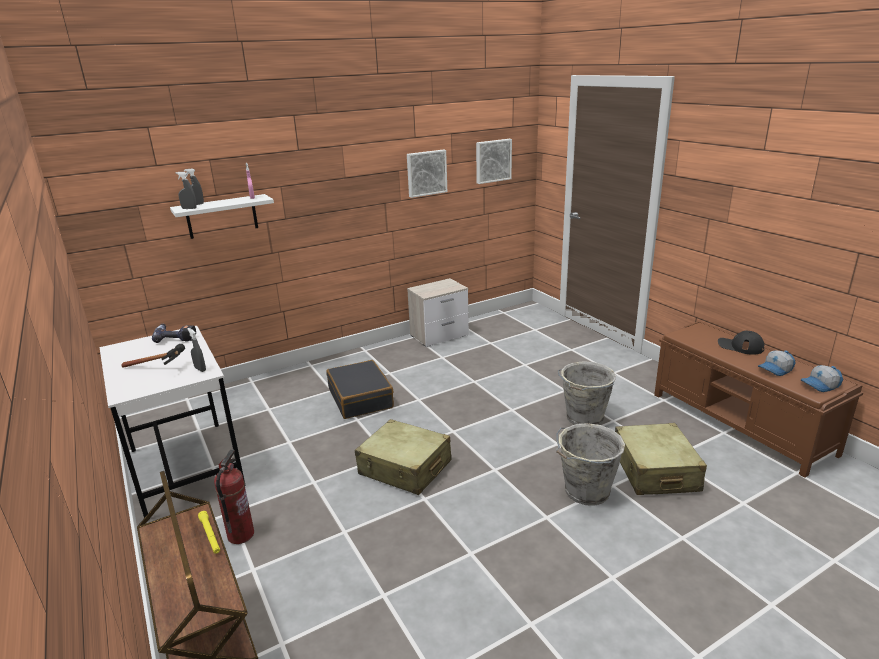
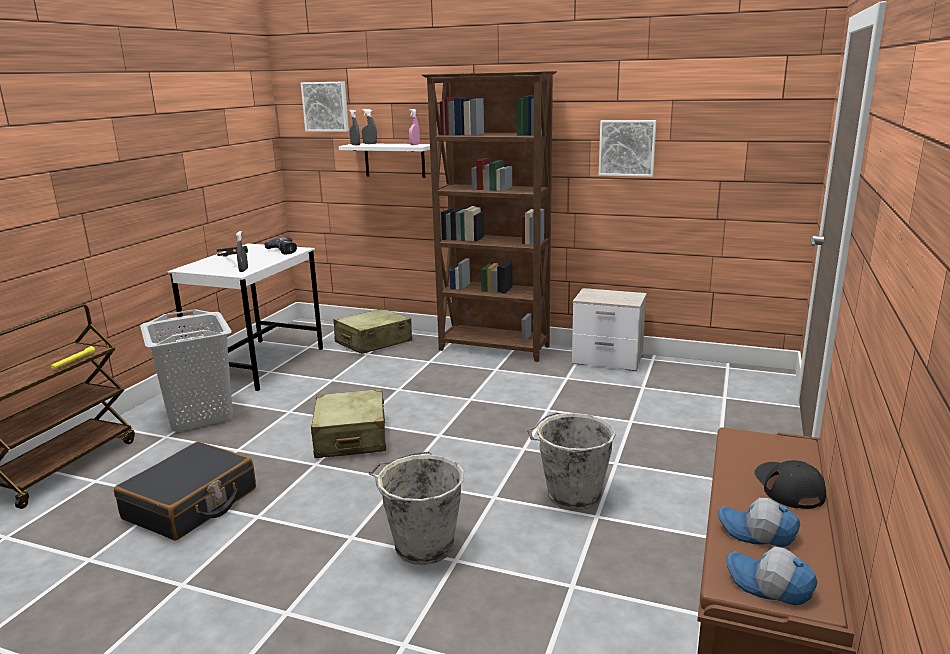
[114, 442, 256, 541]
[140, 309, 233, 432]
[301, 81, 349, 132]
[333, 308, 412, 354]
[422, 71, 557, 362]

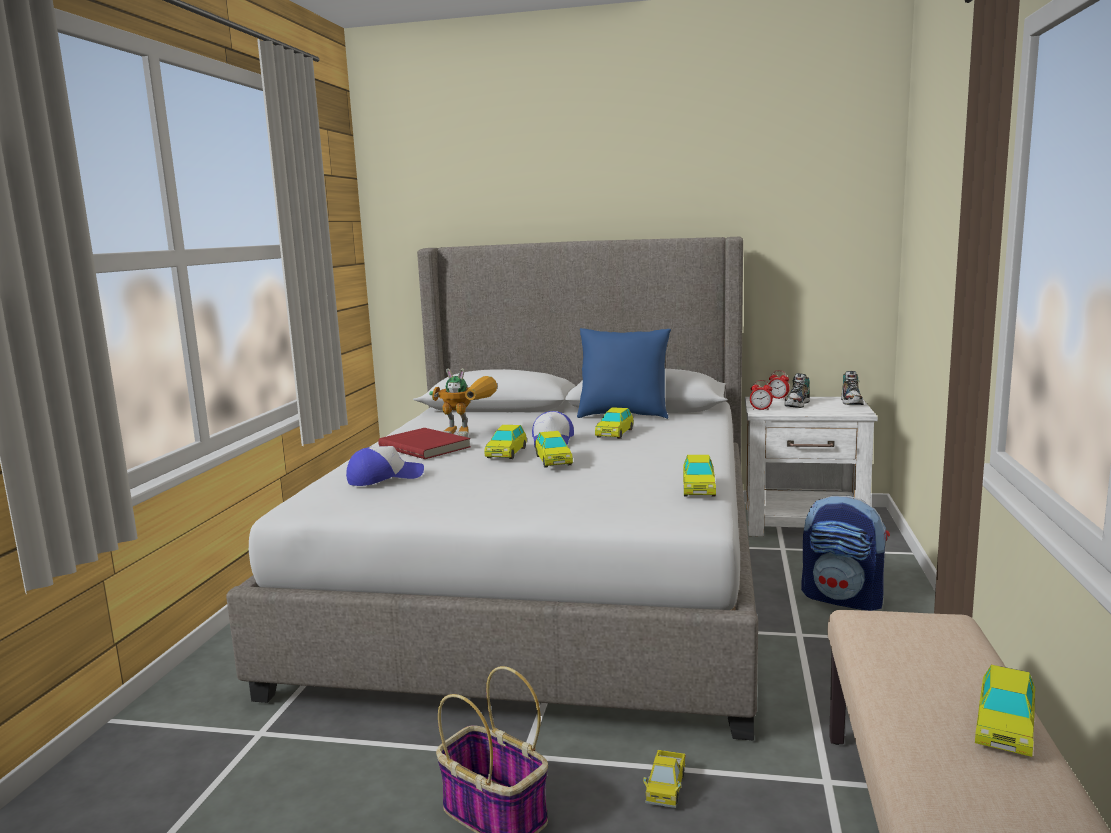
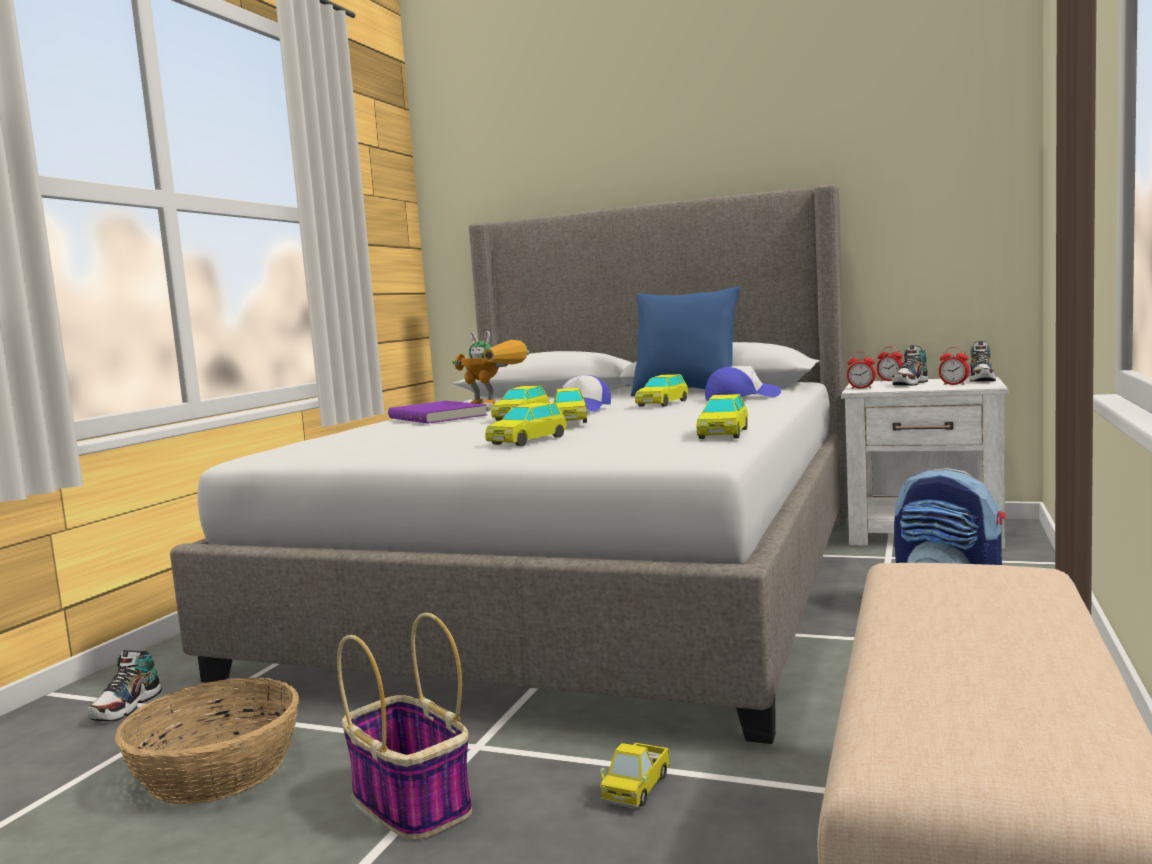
[88, 650, 162, 721]
[115, 678, 299, 804]
[388, 401, 487, 424]
[485, 403, 567, 446]
[705, 366, 781, 401]
[939, 347, 969, 385]

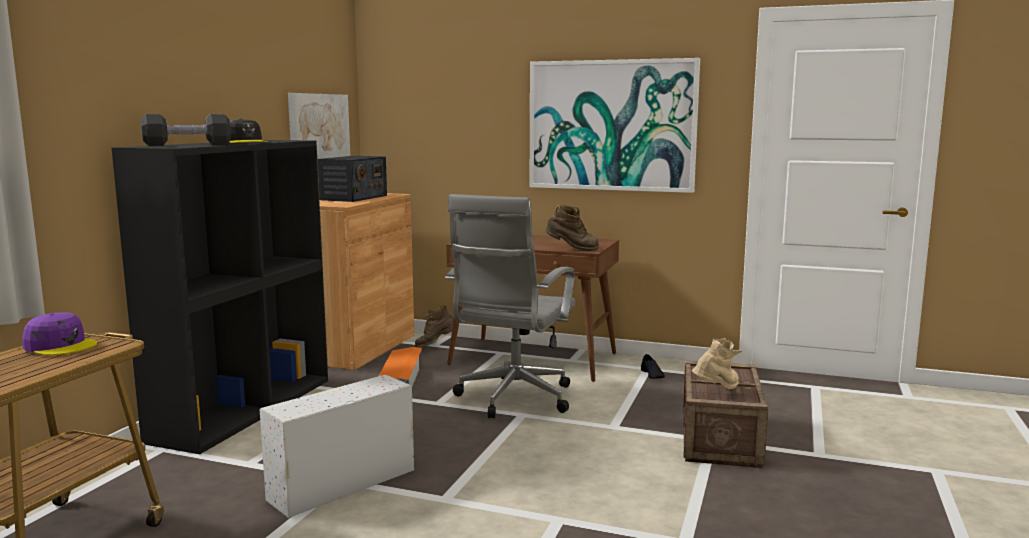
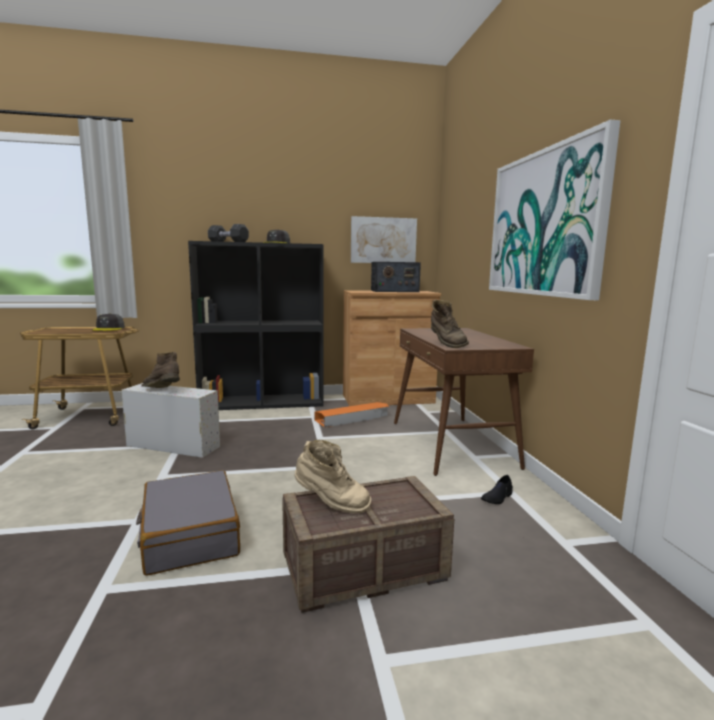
[92, 313, 125, 331]
[136, 470, 240, 576]
[141, 352, 180, 388]
[445, 194, 575, 418] (first image)

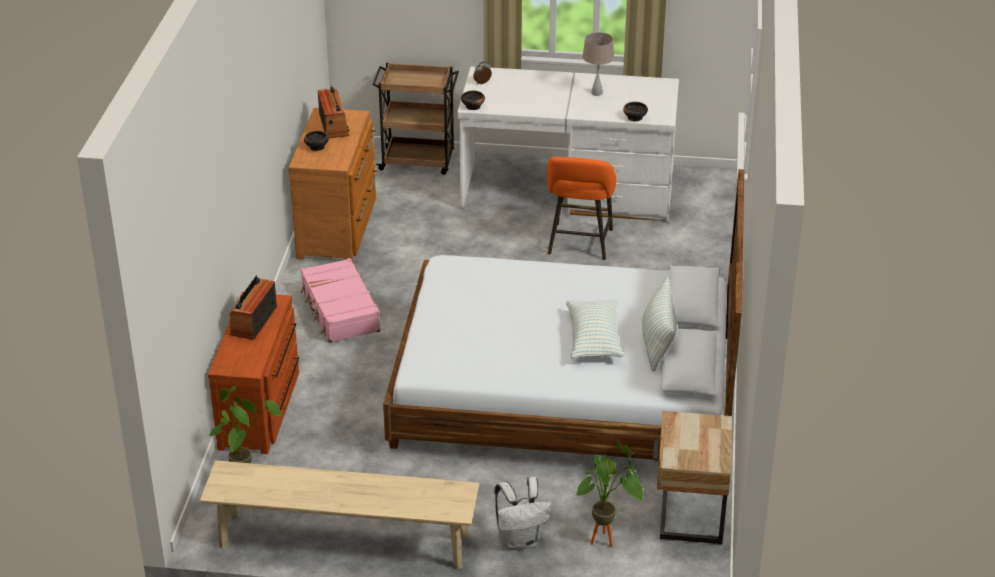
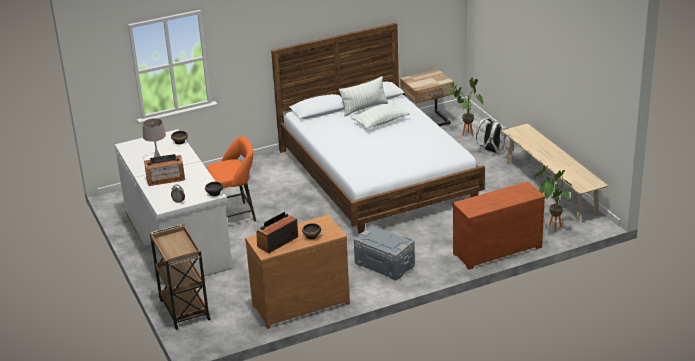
[144, 154, 185, 186]
[354, 225, 415, 280]

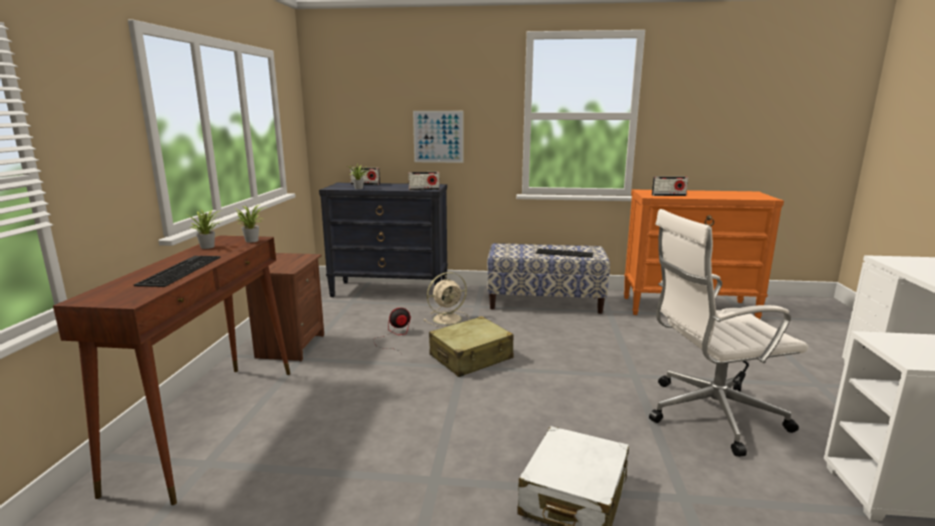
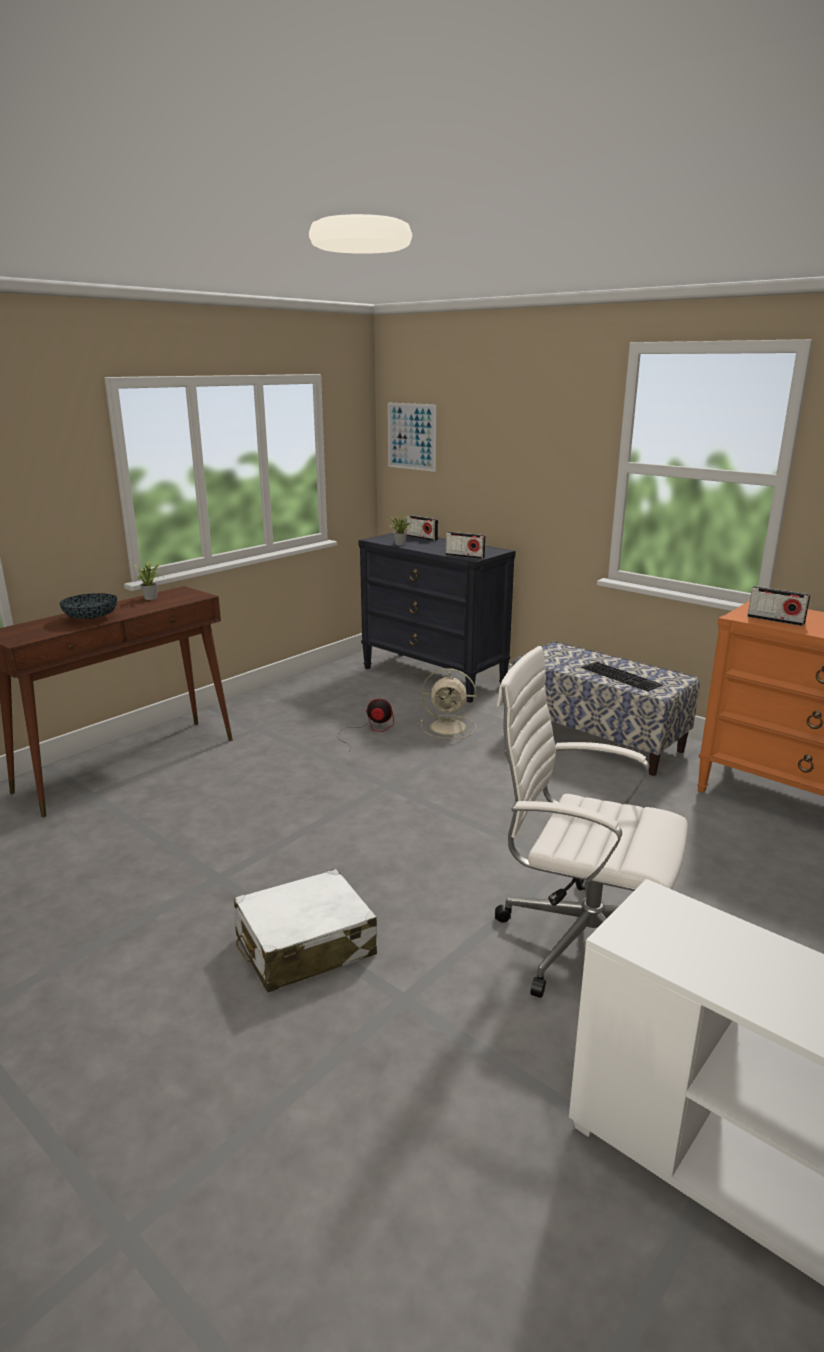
[59, 593, 117, 619]
[388, 403, 437, 472]
[235, 205, 266, 243] (first image)
[246, 253, 324, 361] (first image)
[429, 316, 514, 377] (first image)

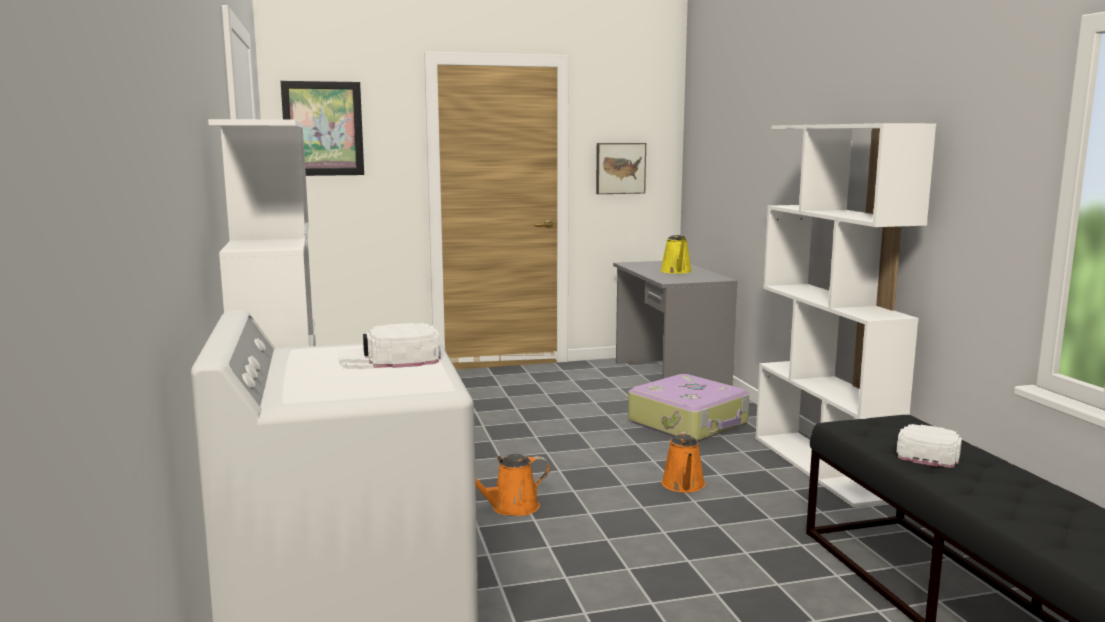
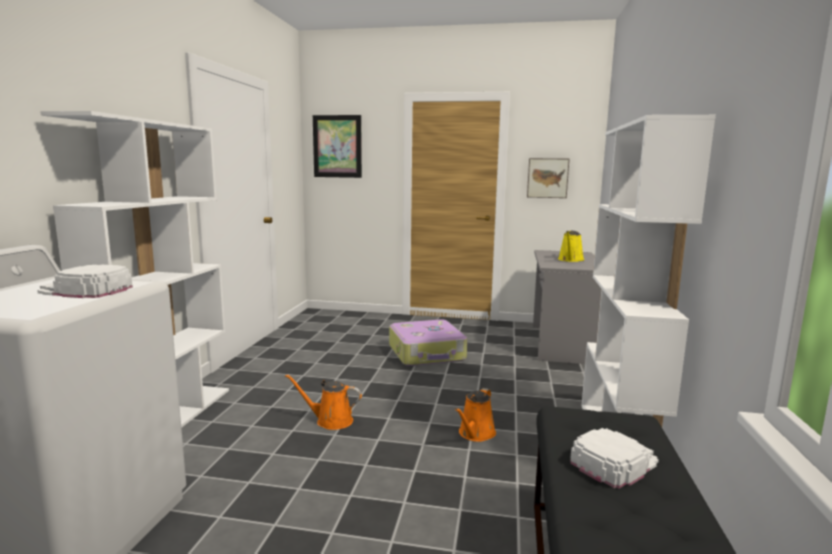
[389, 320, 467, 366]

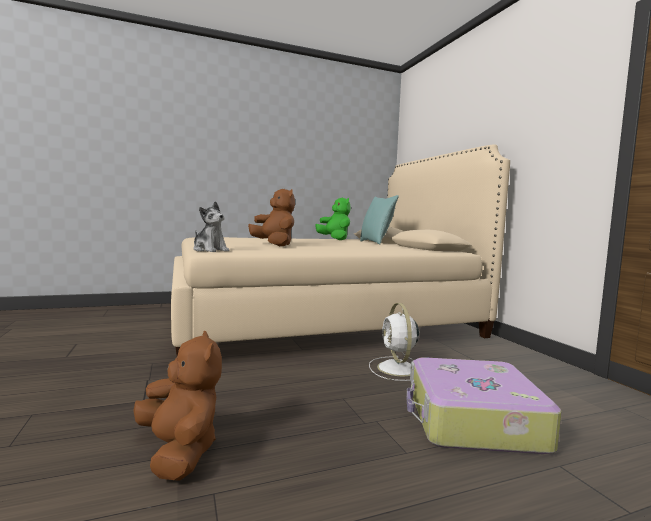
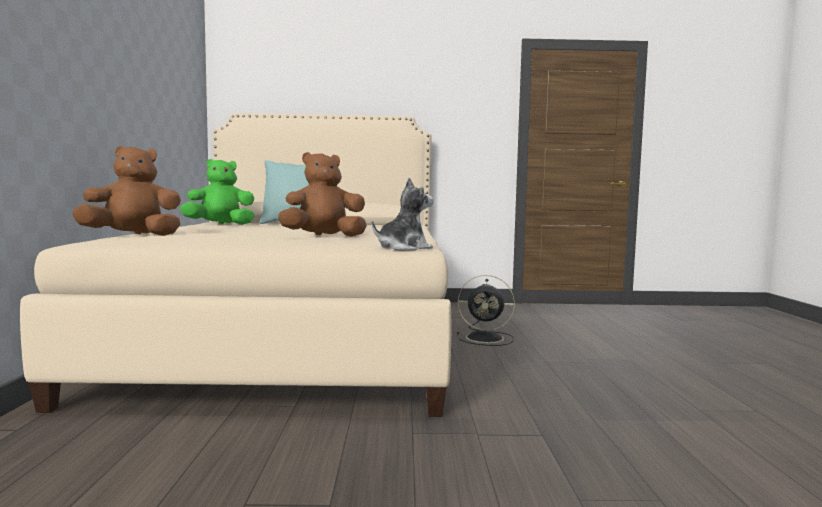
[72, 146, 181, 236]
[457, 275, 515, 346]
[406, 357, 562, 454] (first image)

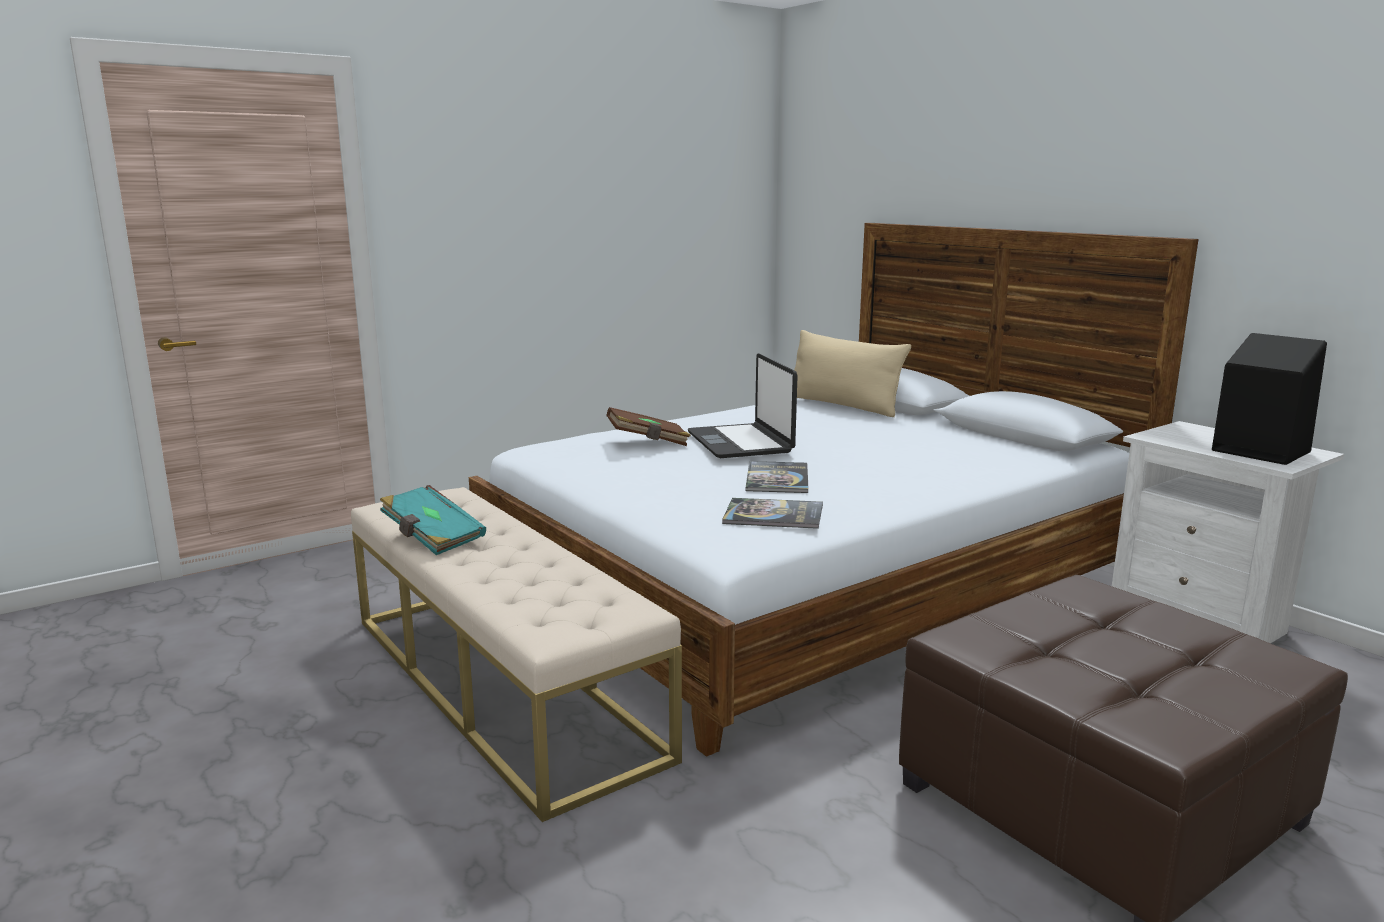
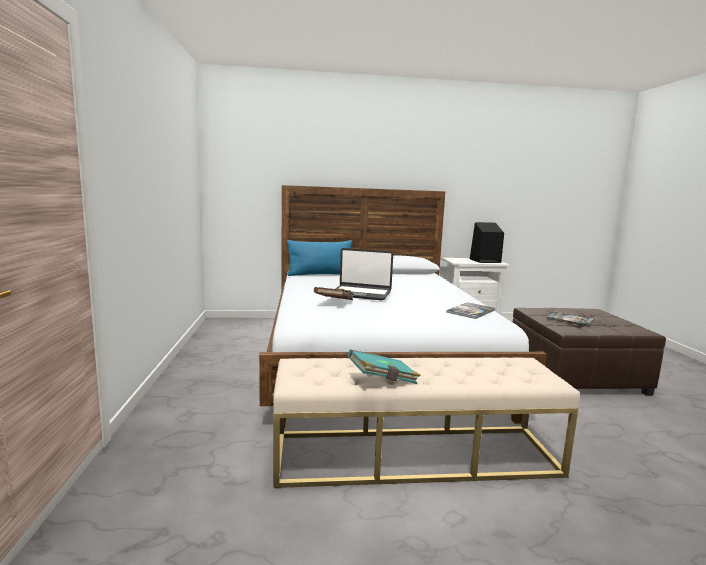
[287, 240, 352, 276]
[546, 311, 594, 327]

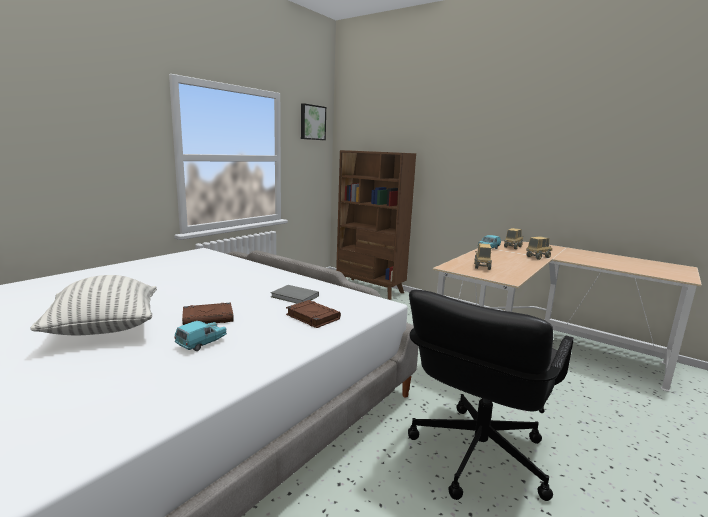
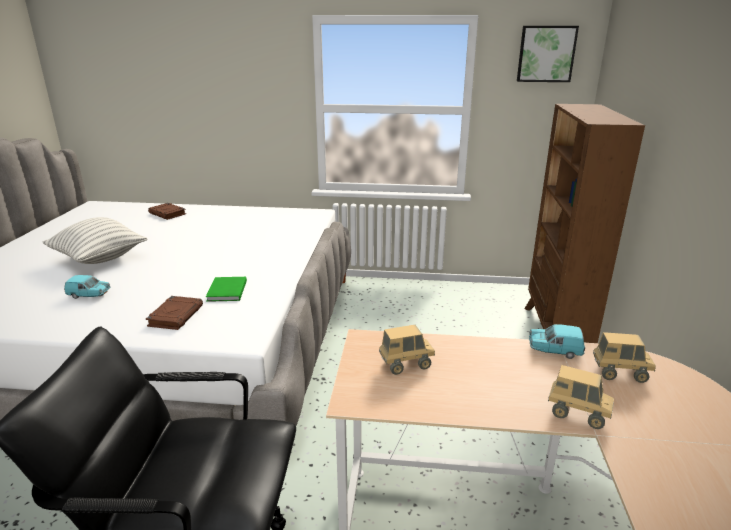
[148, 203, 186, 220]
[206, 277, 247, 302]

